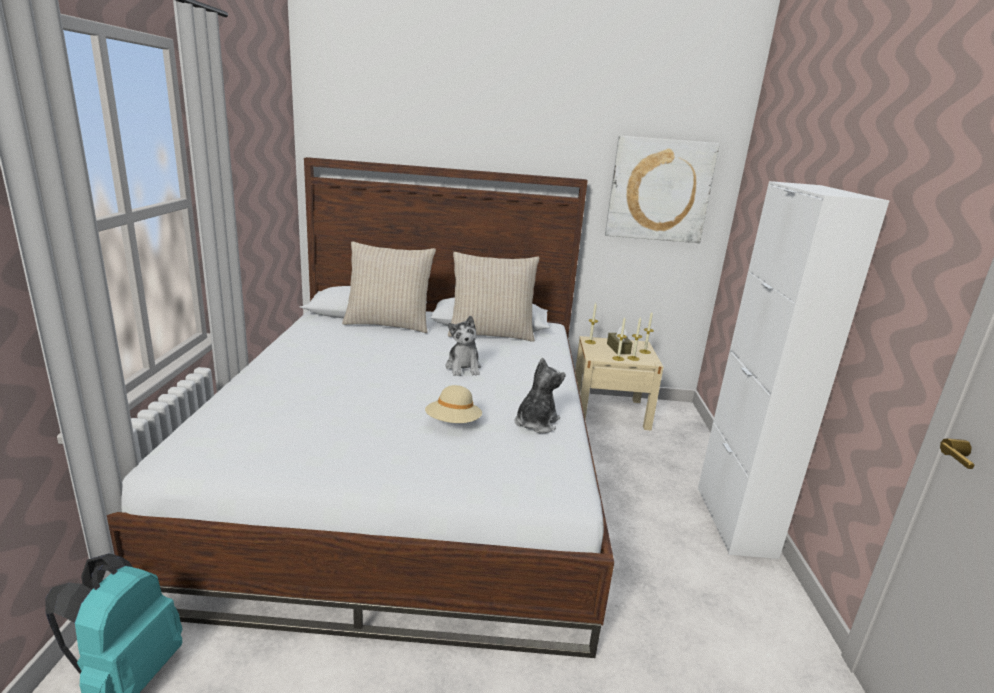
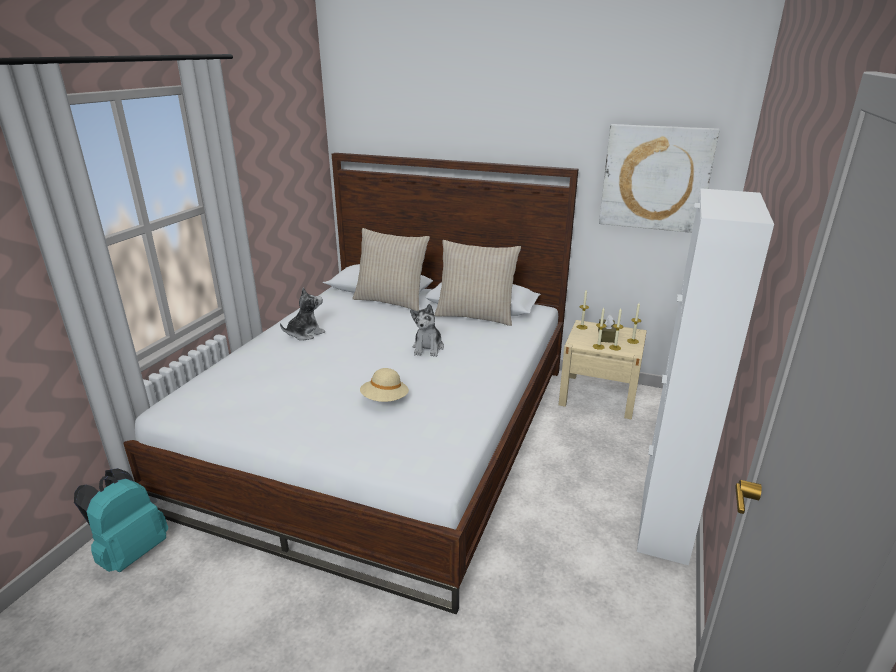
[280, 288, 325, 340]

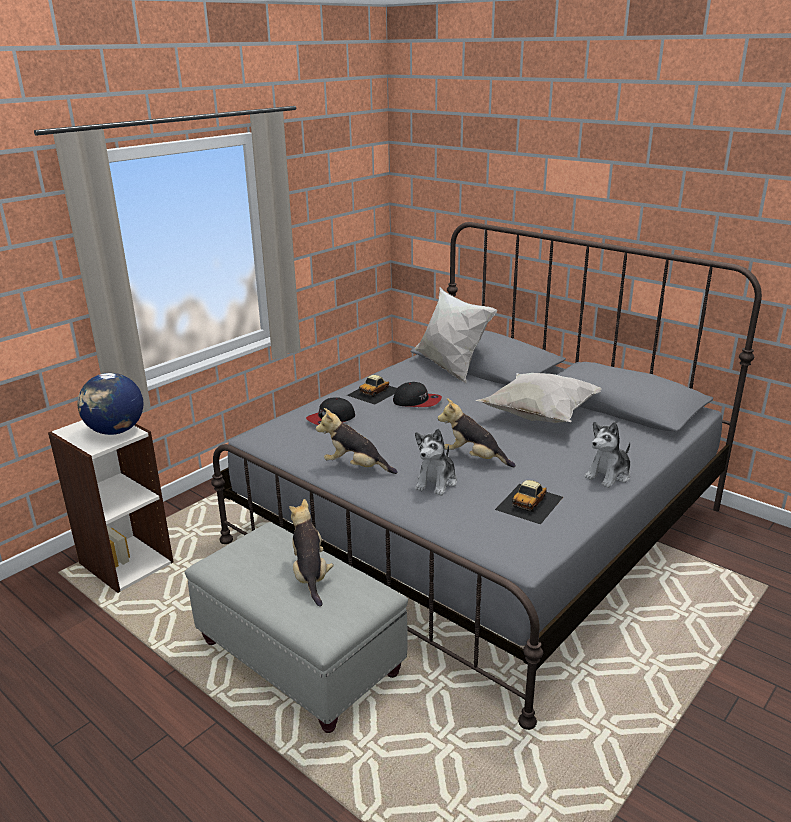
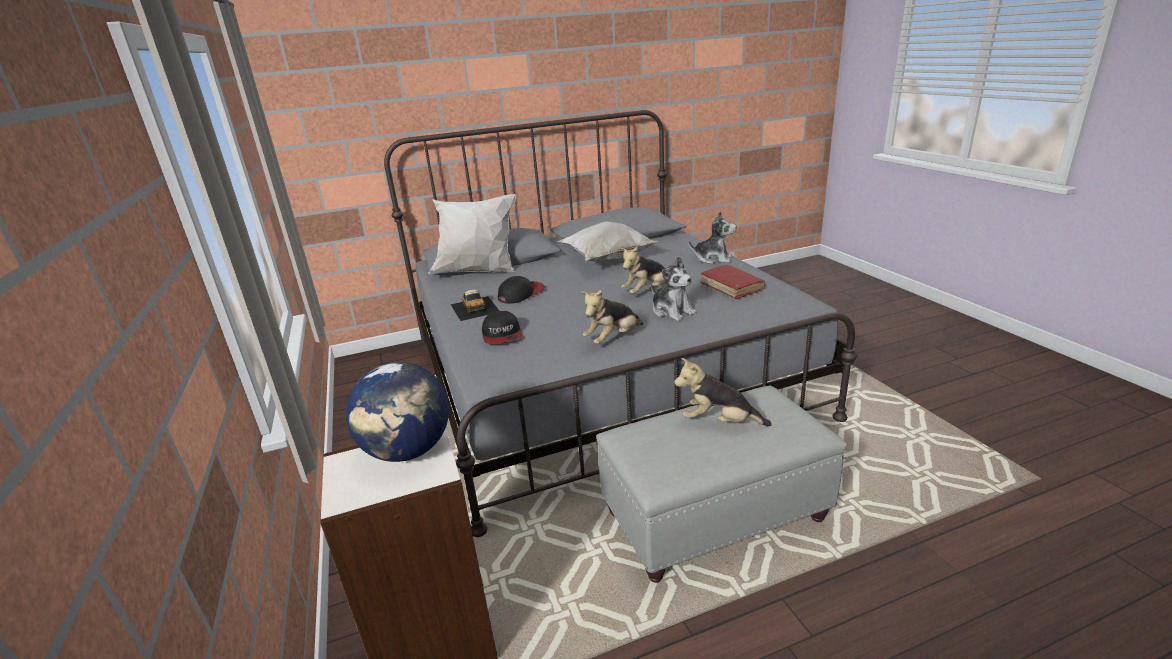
[688, 211, 736, 264]
[701, 265, 765, 299]

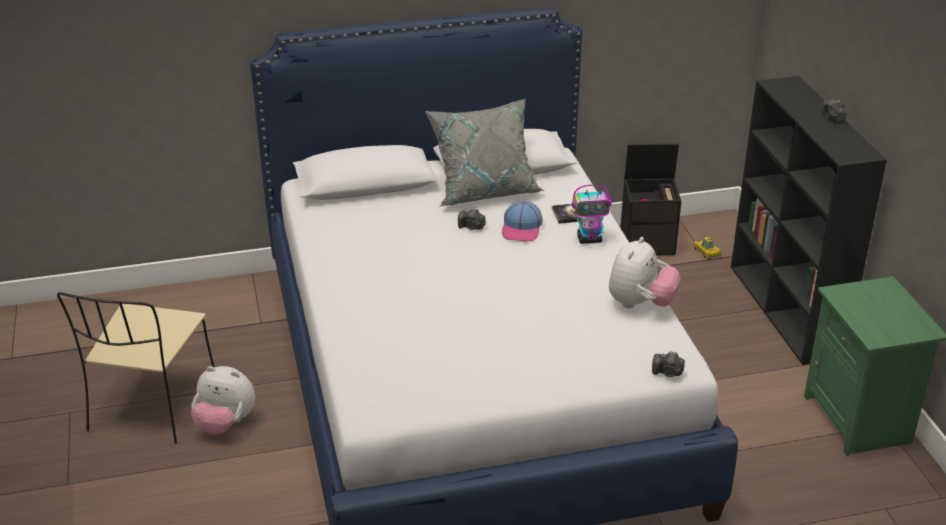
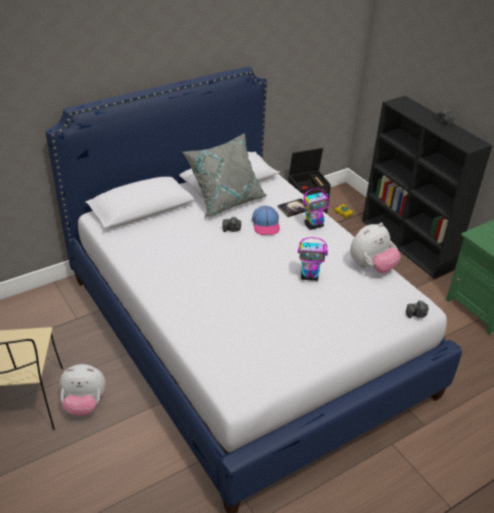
[298, 237, 328, 281]
[350, 223, 401, 273]

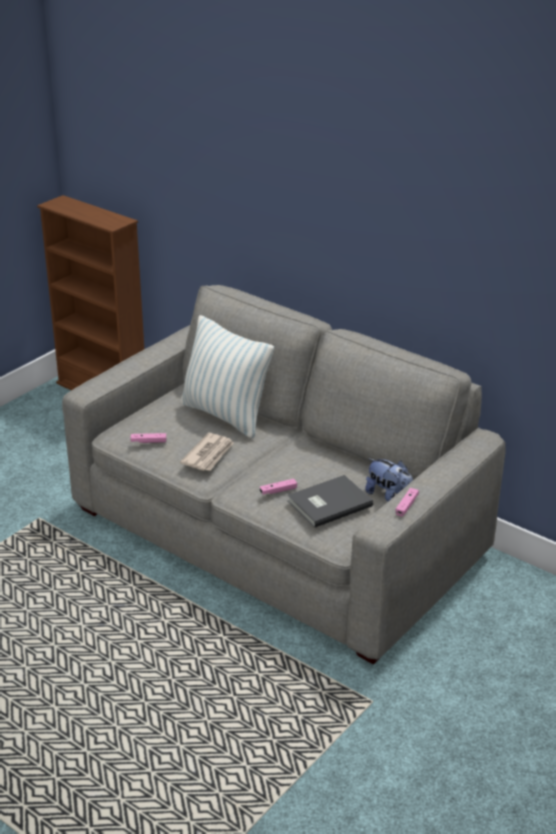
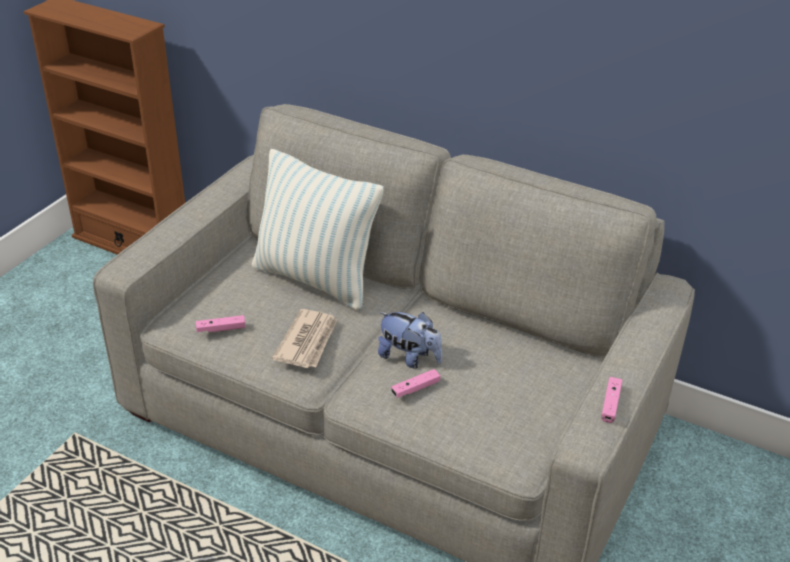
[378, 312, 442, 369]
[287, 475, 373, 528] (first image)

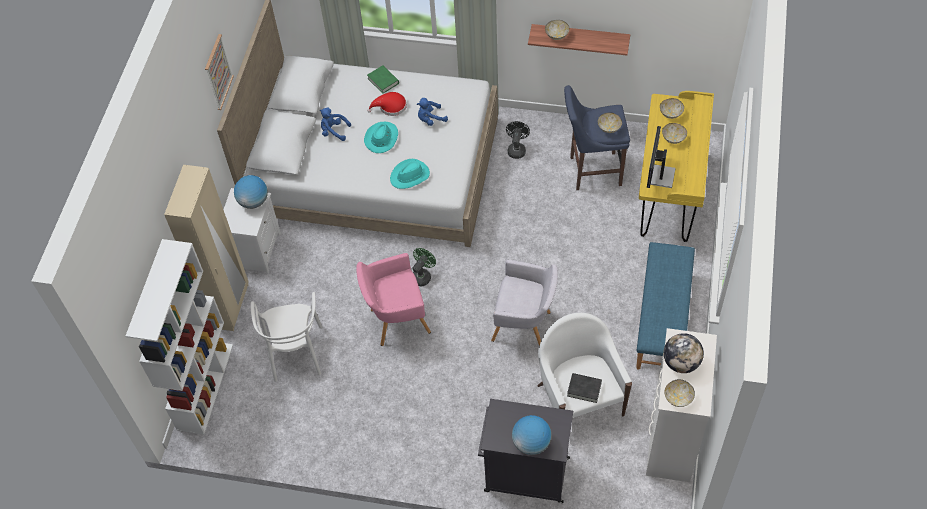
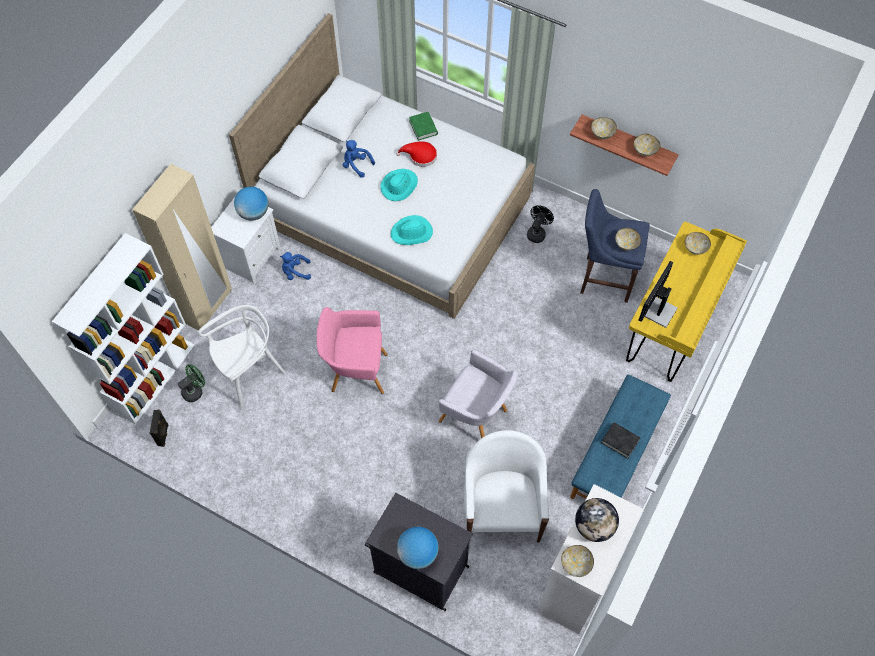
[150, 410, 169, 447]
[178, 364, 205, 402]
[198, 305, 286, 407]
[280, 252, 311, 280]
[601, 422, 640, 459]
[634, 134, 660, 156]
[205, 34, 234, 110] (first image)

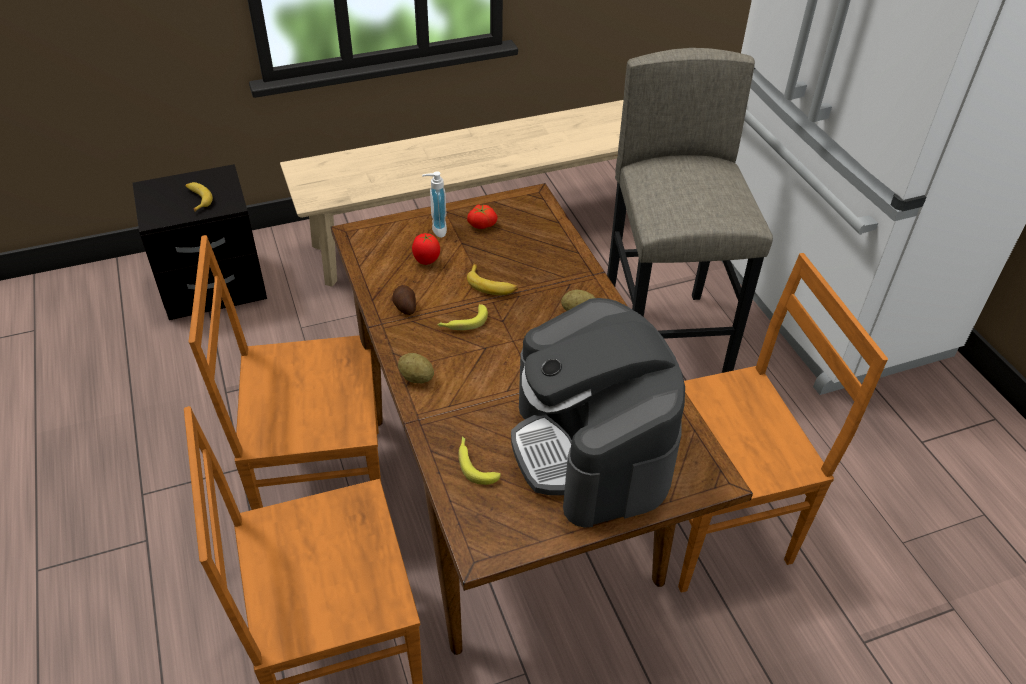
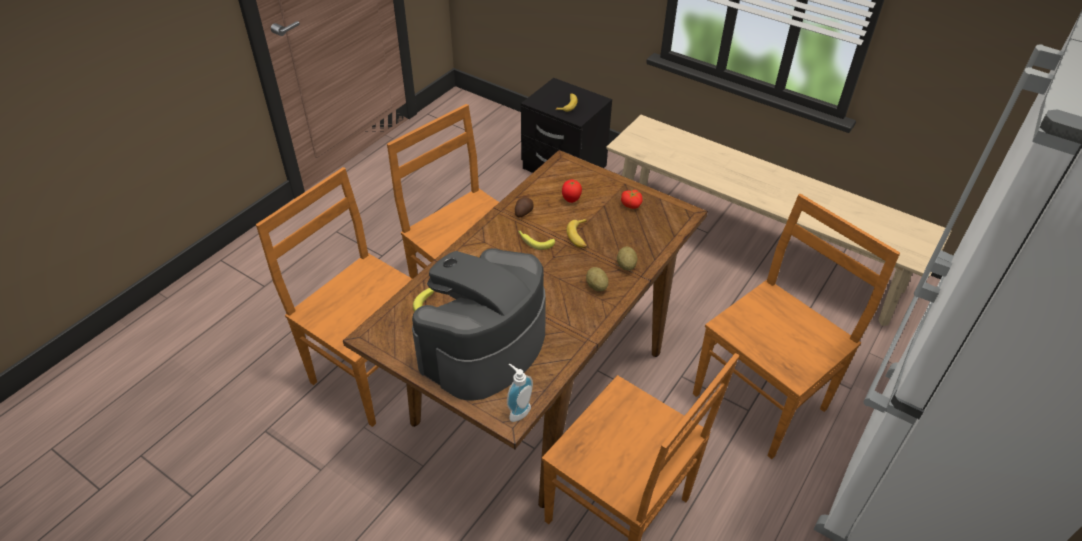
[507, 364, 533, 422]
[617, 247, 637, 270]
[693, 194, 900, 459]

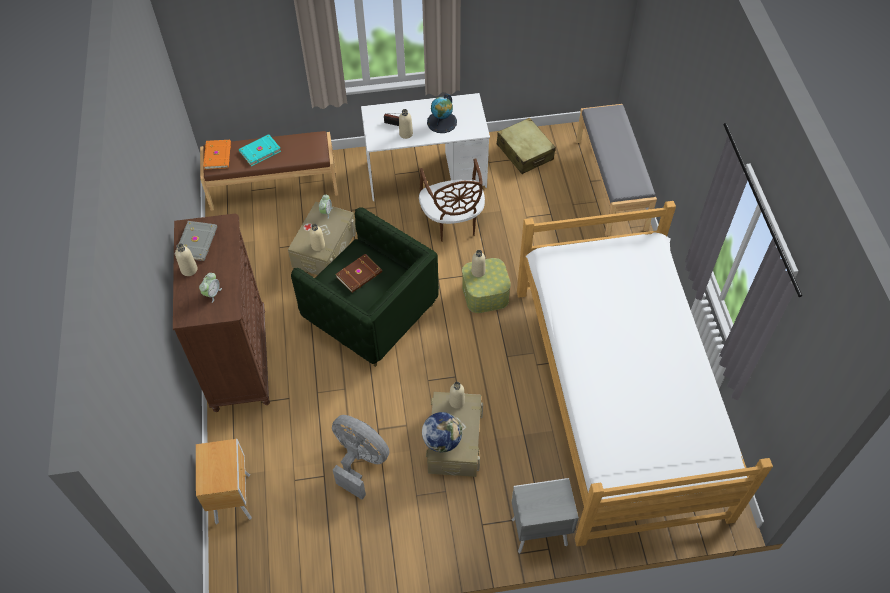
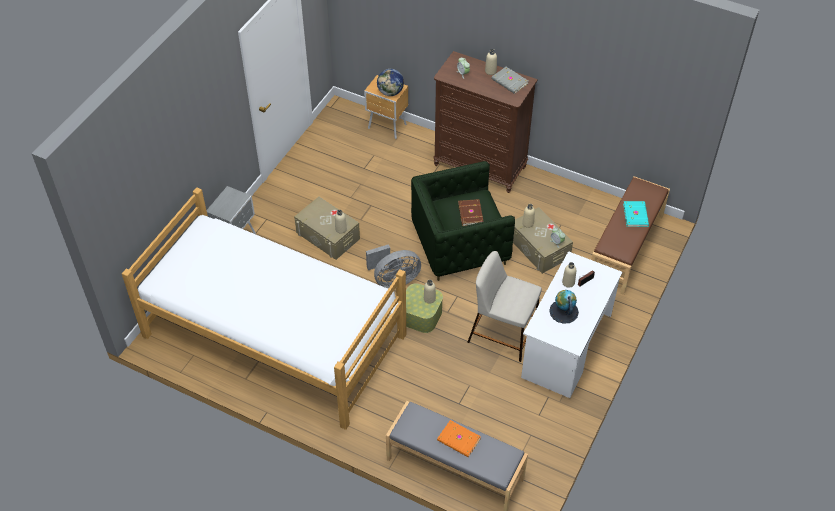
[366, 244, 421, 289]
[377, 69, 404, 96]
[437, 420, 481, 457]
[467, 251, 542, 362]
[497, 118, 556, 174] (first image)

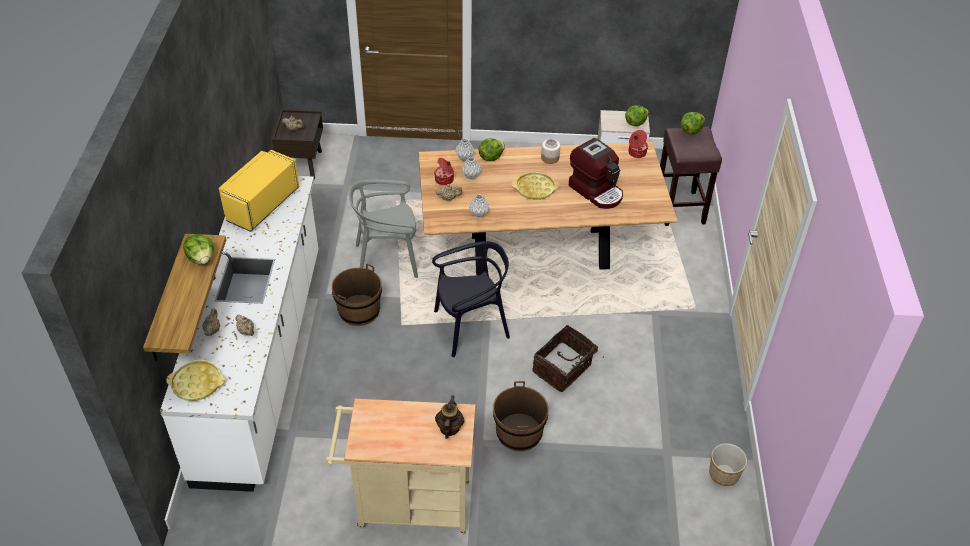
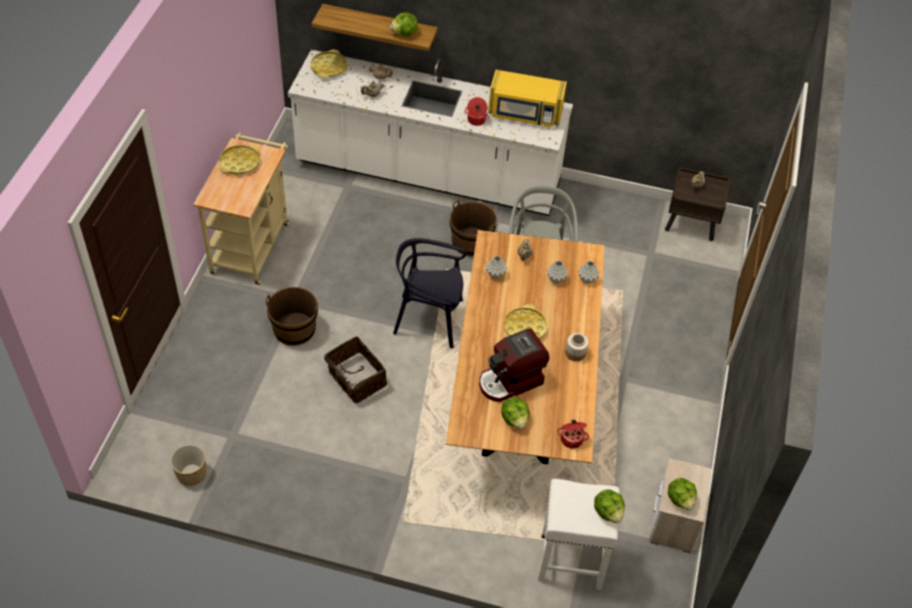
[219, 145, 260, 175]
[393, 238, 466, 348]
[465, 97, 489, 126]
[488, 70, 567, 127]
[501, 398, 530, 429]
[538, 479, 620, 590]
[435, 395, 464, 439] (first image)

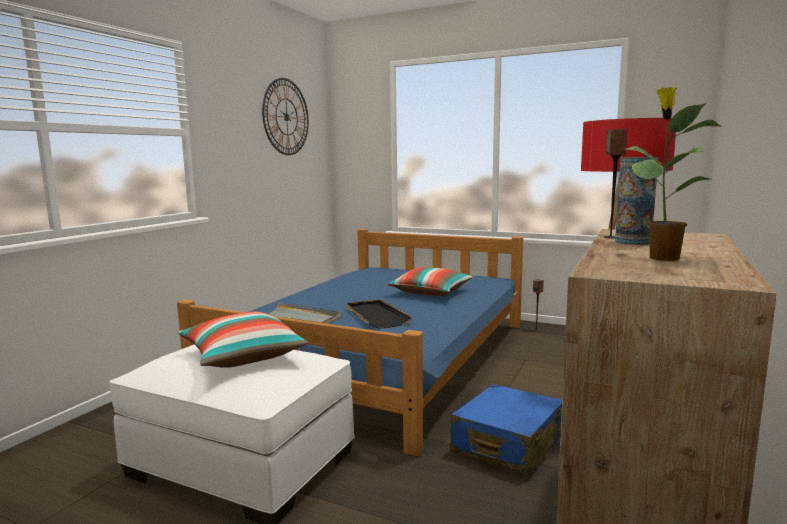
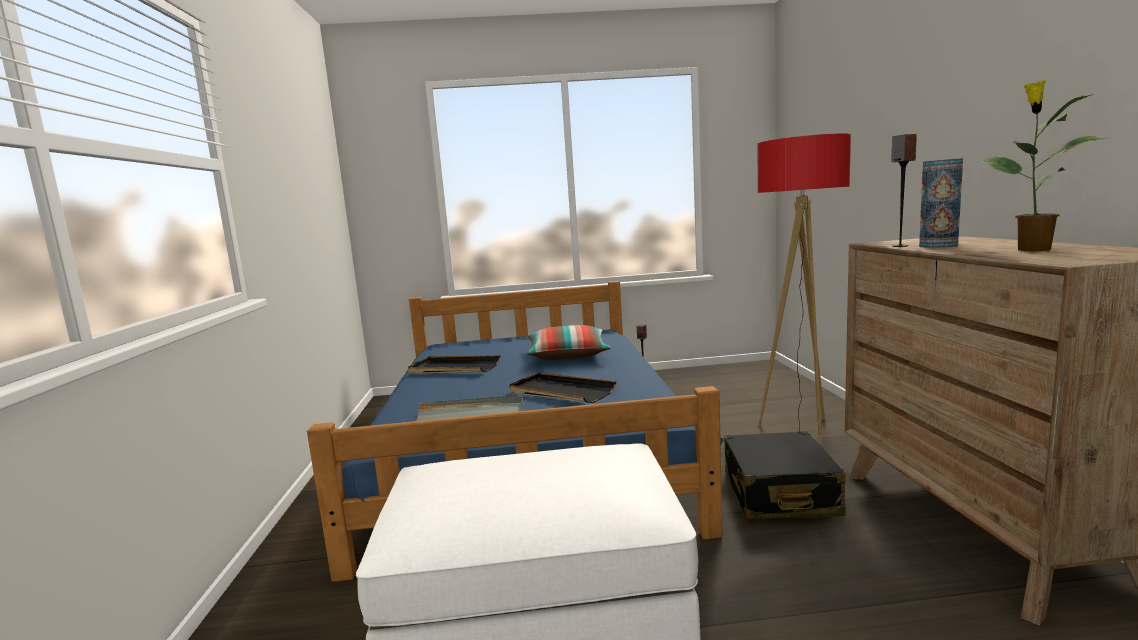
[408, 355, 500, 373]
[724, 431, 846, 519]
[178, 312, 308, 368] (first image)
[262, 78, 309, 155] (first image)

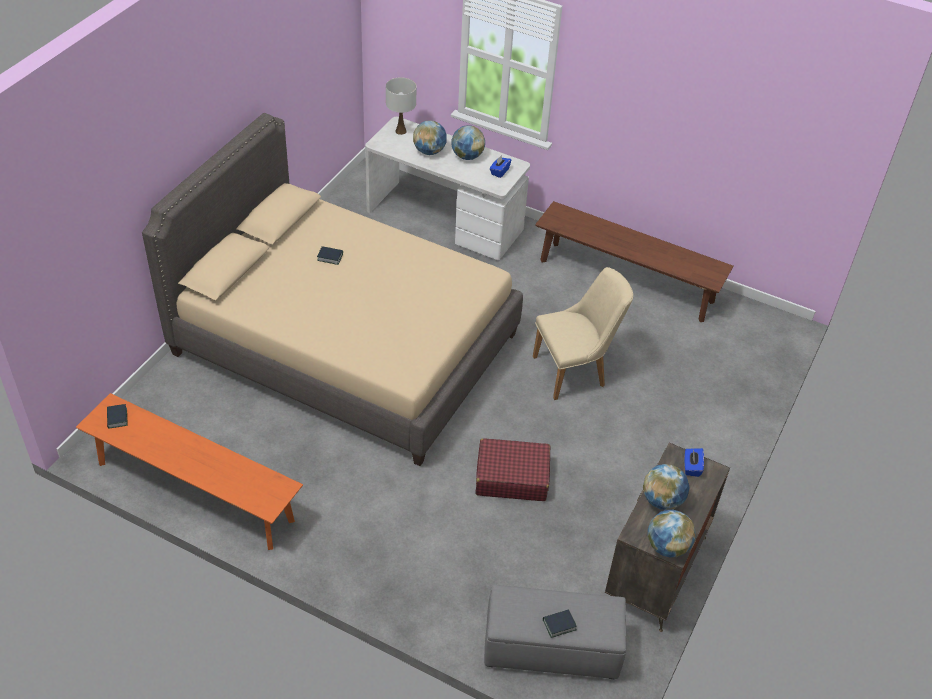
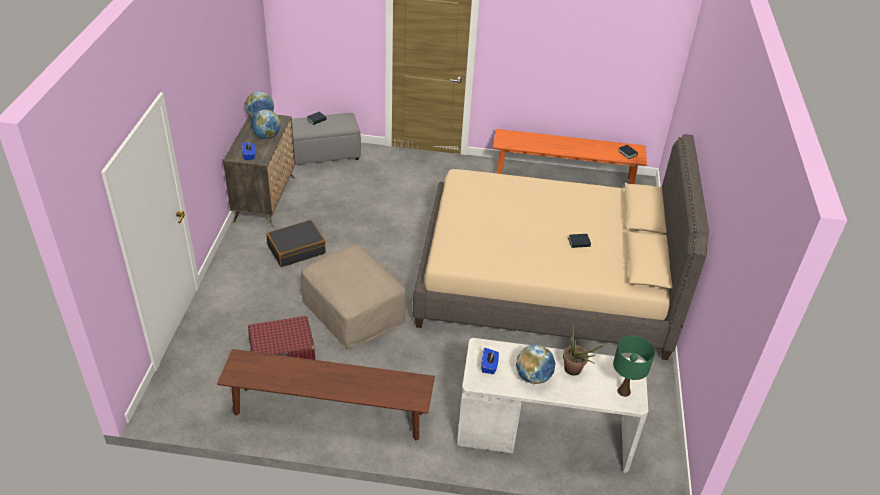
[248, 316, 315, 360]
[266, 220, 326, 267]
[301, 245, 406, 349]
[563, 322, 604, 376]
[613, 335, 655, 397]

